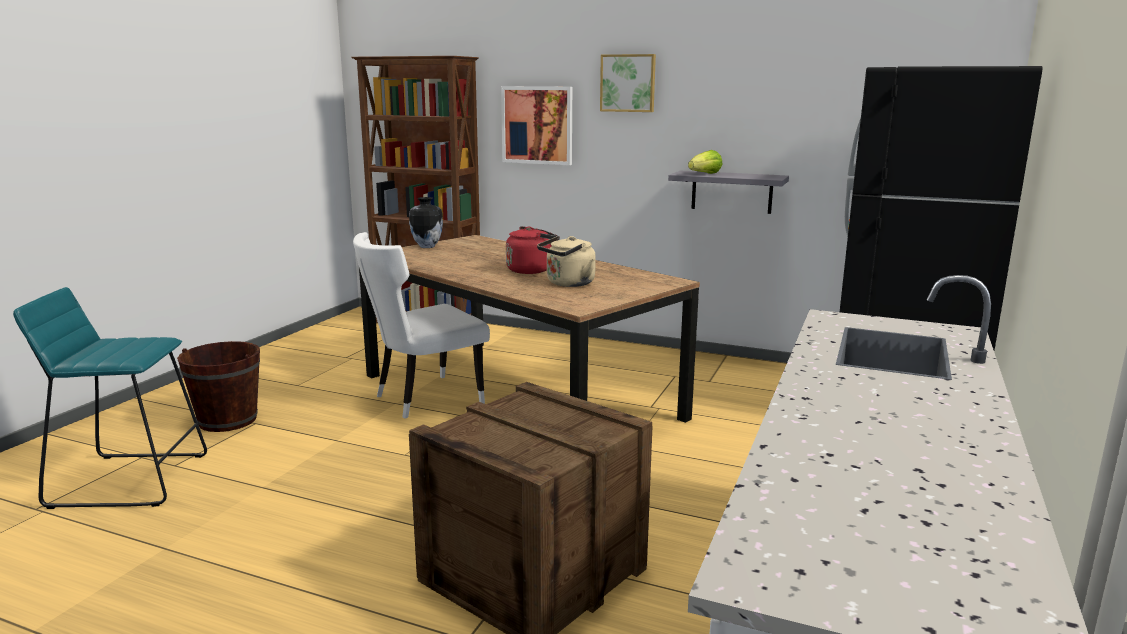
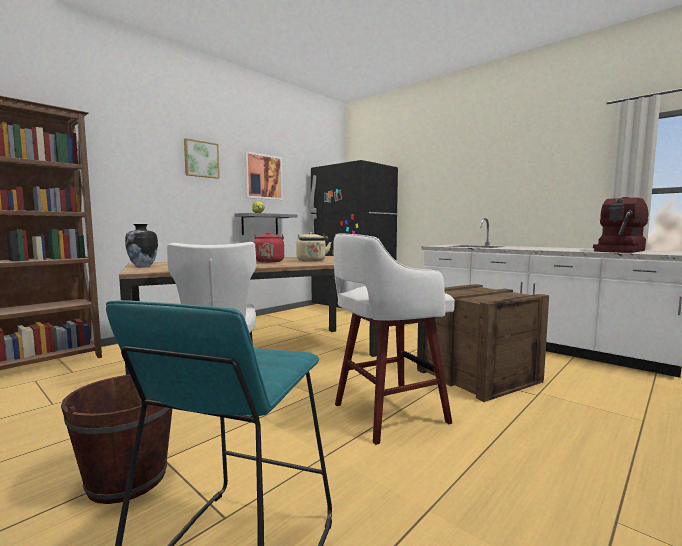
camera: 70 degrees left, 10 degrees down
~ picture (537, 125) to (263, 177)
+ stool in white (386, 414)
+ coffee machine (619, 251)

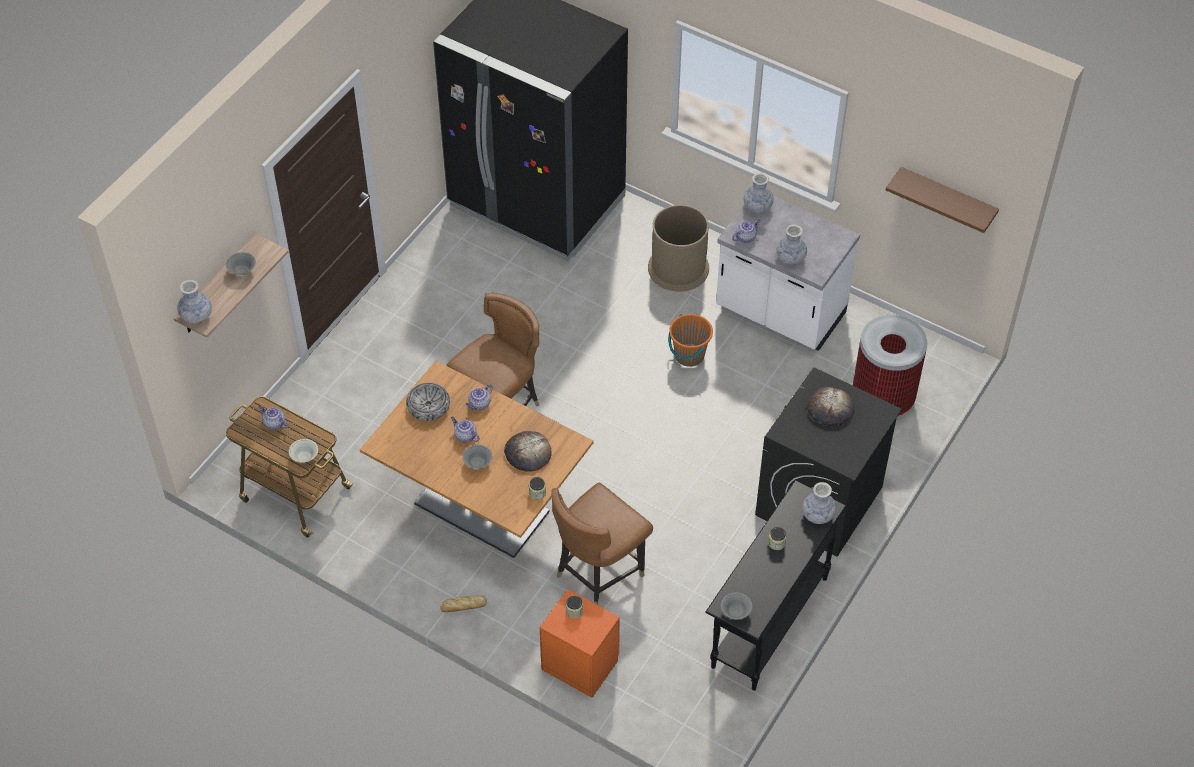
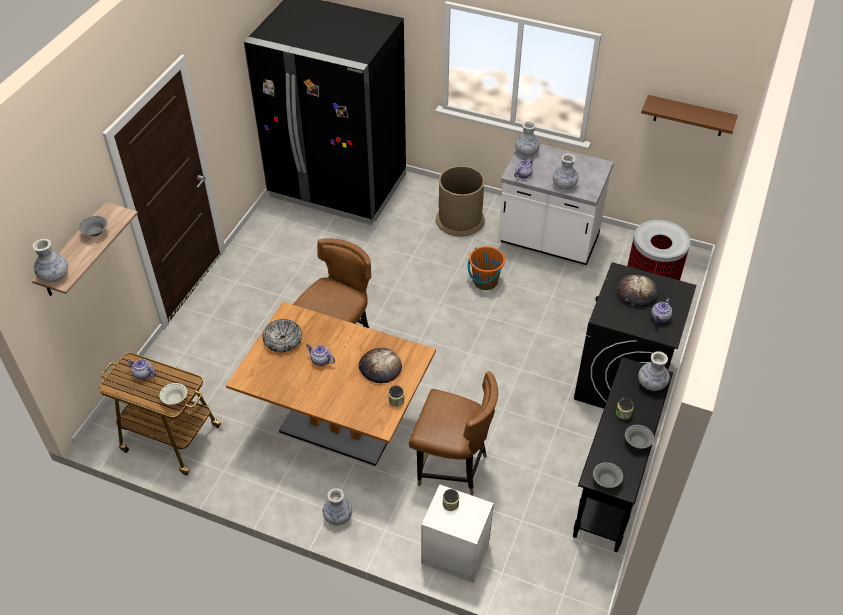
camera: 10 degrees left, 5 degrees down
~ bread (462, 606) to vase (338, 516)
~ chair in brown (598, 572) = (452, 467) 105 degrees counterclockwise
~ nightstand in orange (579, 663) to nightstand in white (454, 552)
~ bowl in grey (477, 463) to (637, 442)
~ teapot (479, 404) to (660, 318)

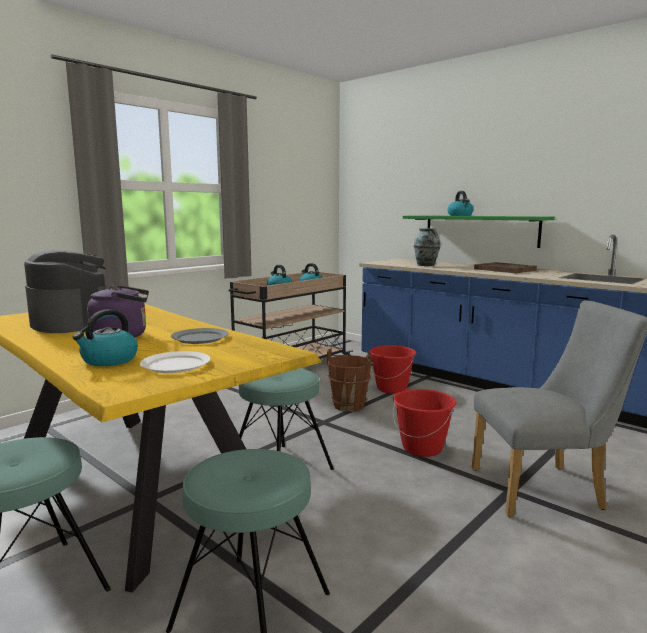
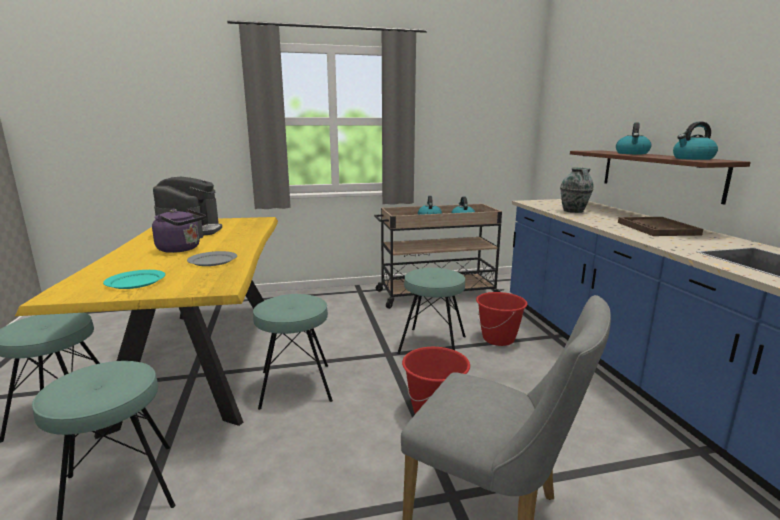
camera: 35 degrees right, 5 degrees up
~ plate in white (175, 365) to plate in turquoise (135, 282)
~ bucket in brown (349, 405) to stool in turquoise (432, 345)
~ shelf in green (480, 230) to shelf in brown (658, 173)
~ kettle (109, 360) to (692, 158)

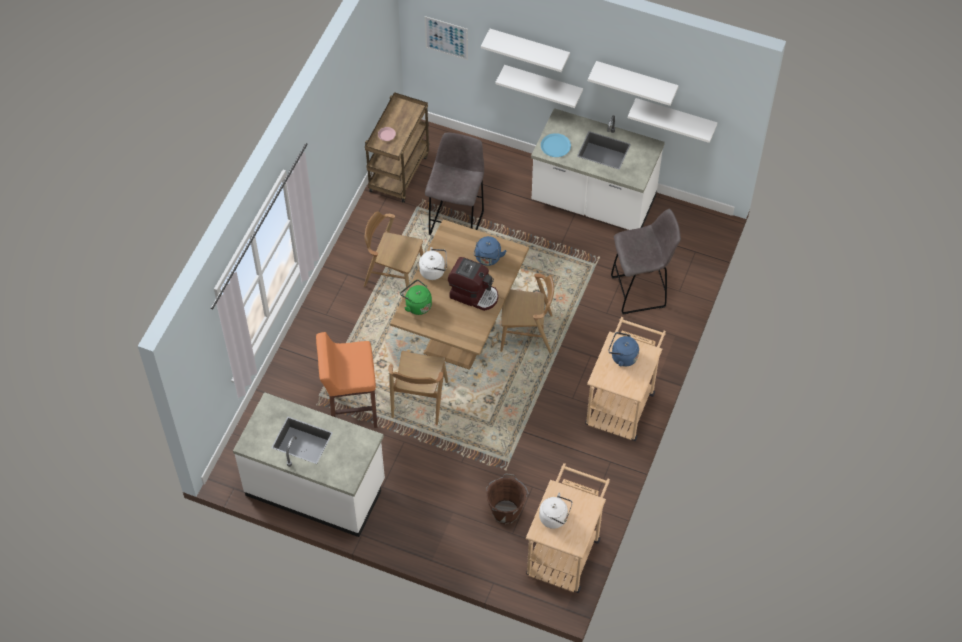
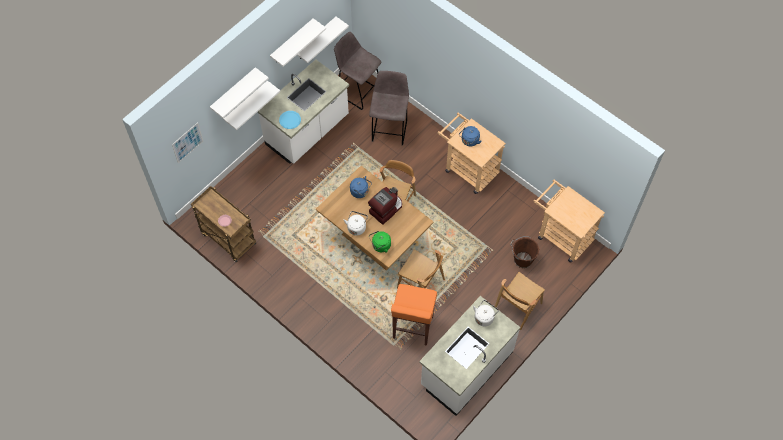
camera: 70 degrees left, 5 degrees up
~ stool in grey (457, 222) to (358, 92)
~ kettle in white (555, 518) to (484, 317)
~ chair in brown (394, 275) to (517, 307)

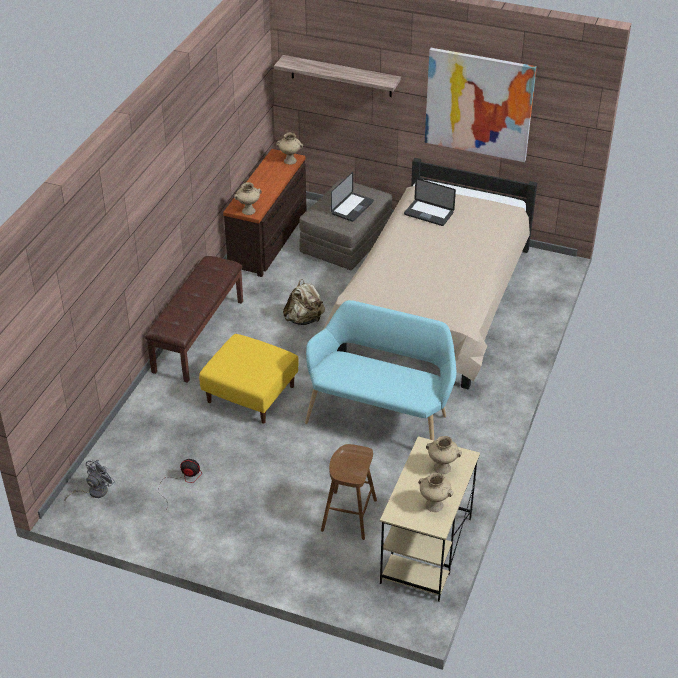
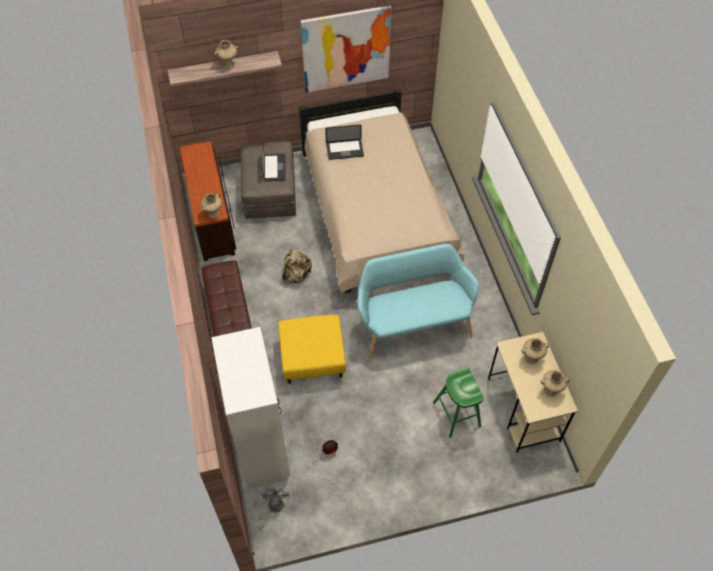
camera: 35 degrees left, 15 degrees up
+ wardrobe in white (262, 448)
~ vase in beige (290, 160) to (228, 64)
~ stool in brown (349, 515) to stool in green (456, 414)

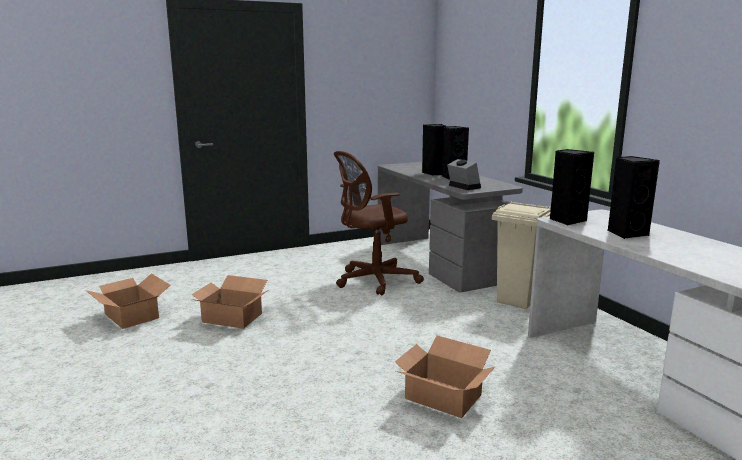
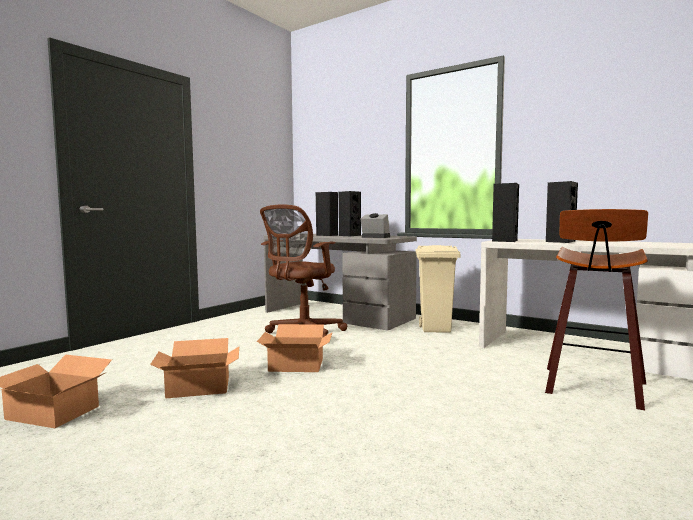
camera: 30 degrees left, 10 degrees down
~ cardboard box (443, 396) to (295, 365)
+ stool (594, 388)

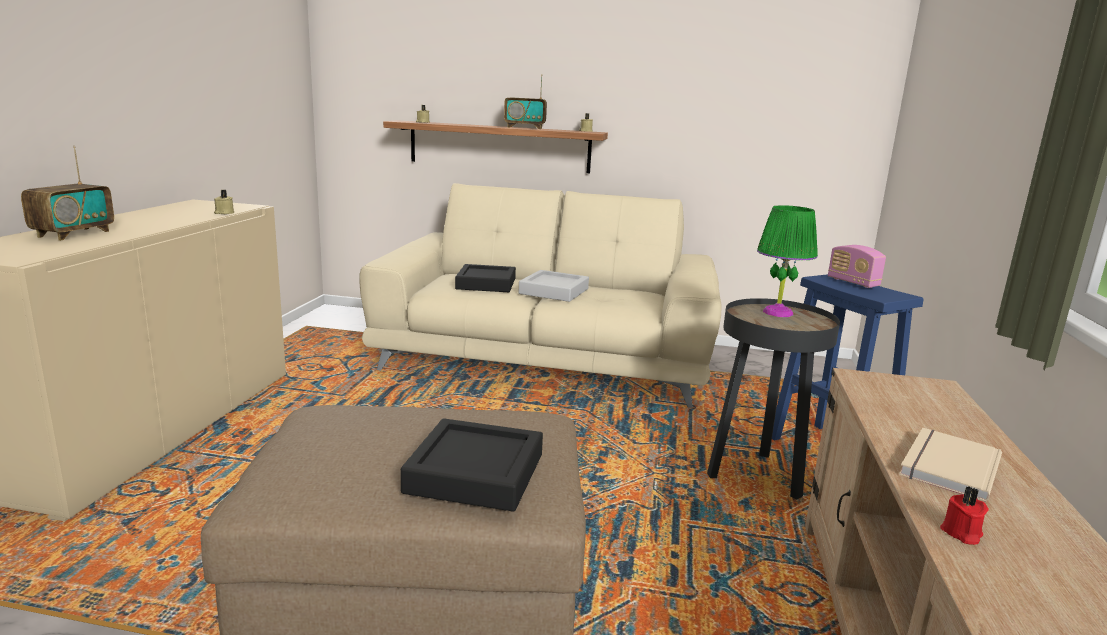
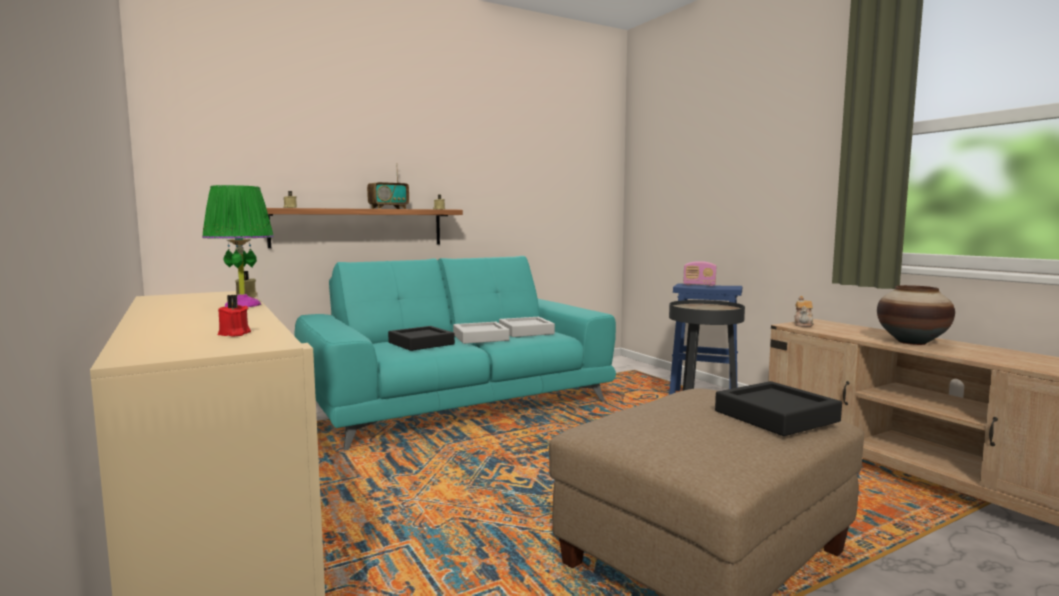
camera: 40 degrees left, 10 degrees down
~ table lamp in green (777, 312) to (242, 305)
~ candle in red (961, 533) to (234, 334)
~ sofa in beige (547, 358) to sofa in turquoise (459, 403)
+ tray in grey (526, 331)
+ teapot (803, 324)
~ book in beige (946, 466) to vase (912, 342)
- radio (73, 234)

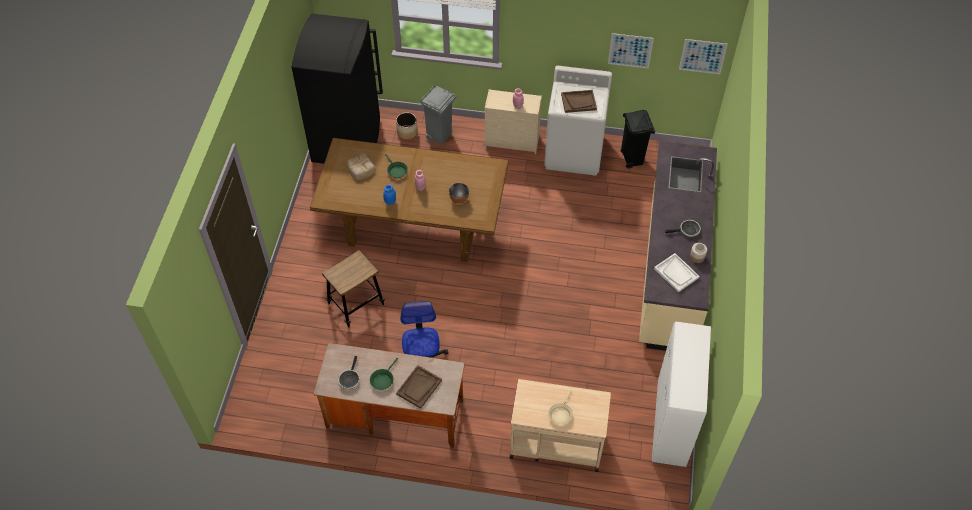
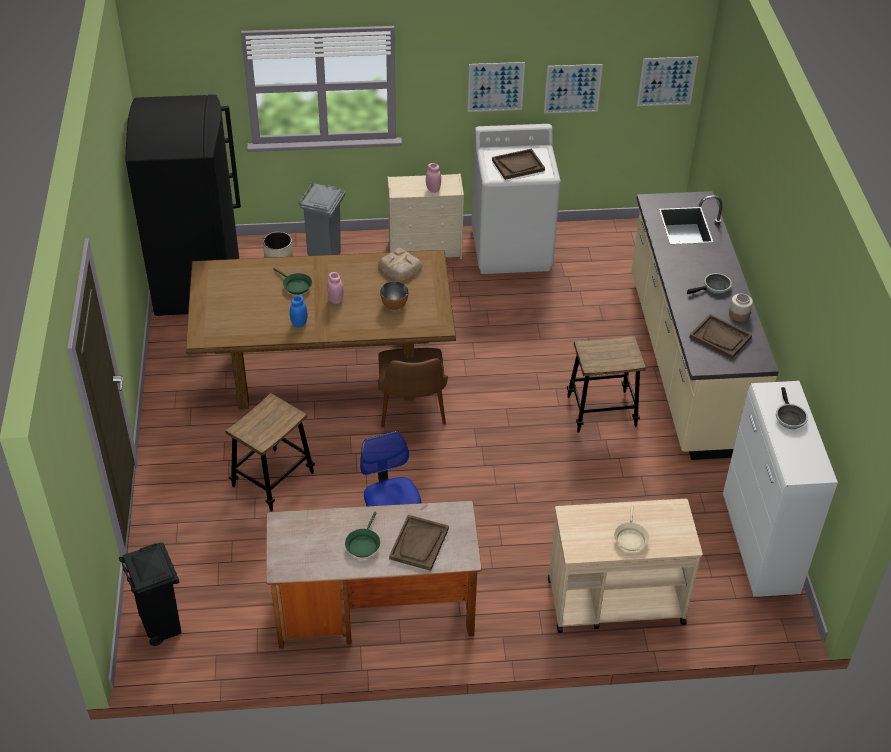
camera: 15 degrees left, 10 degrees down
~ trash can in black (632, 159) to (161, 626)
~ bread (361, 169) to (400, 268)
+ chair in brown (412, 416)
+ picture (495, 87)
+ stool (601, 411)
~ tray in white (676, 273) to tray in brown (720, 338)
~ frying pan (349, 379) to (789, 417)

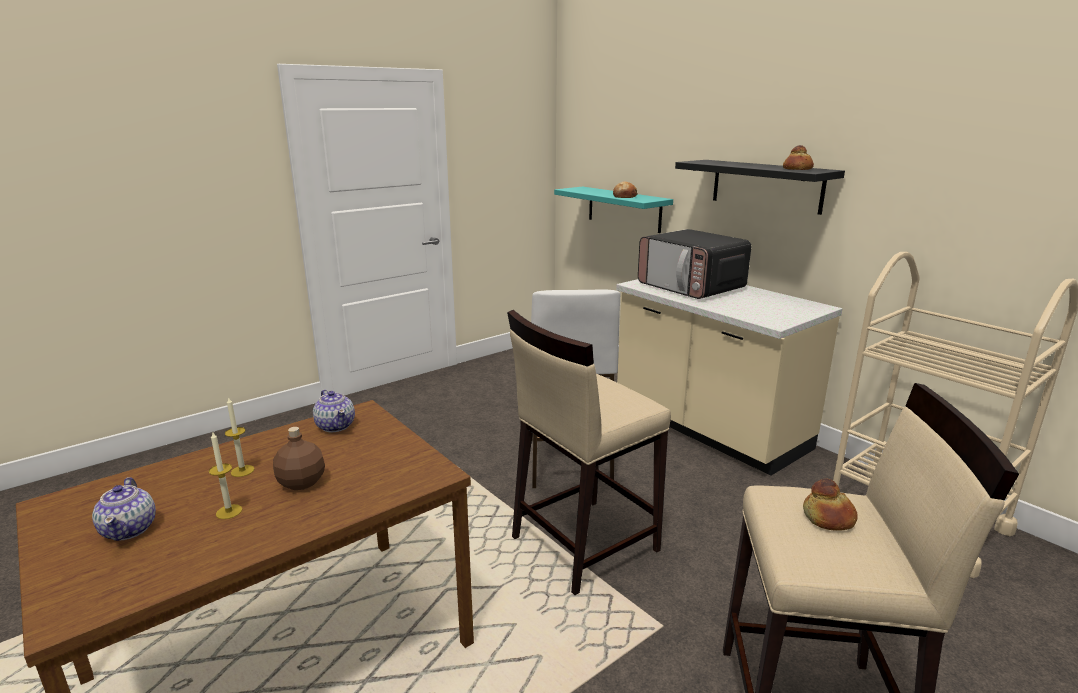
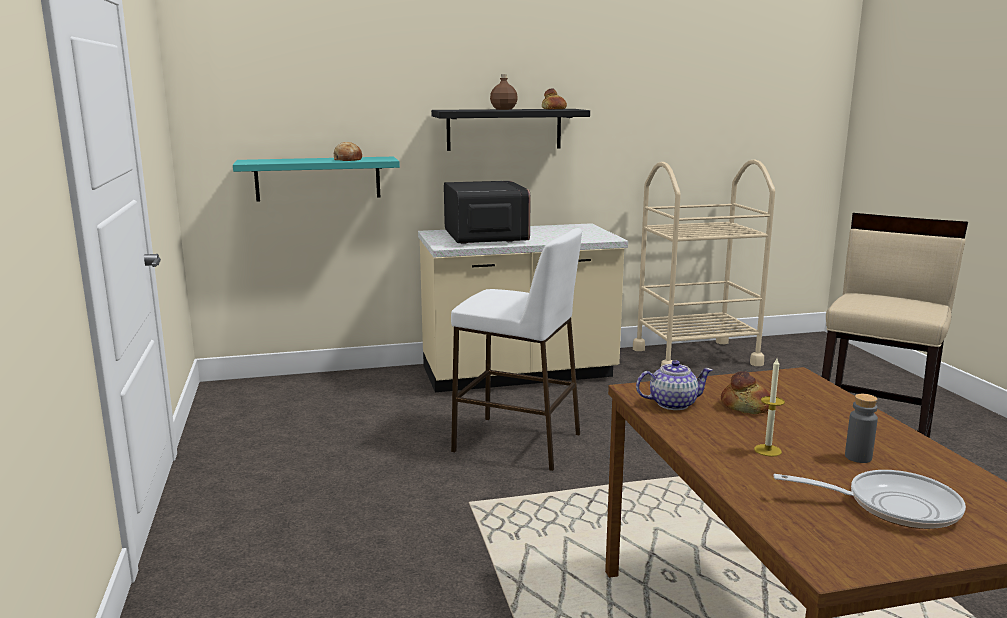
camera: 65 degrees left, 5 degrees down
~ microwave (691, 287) = (485, 237) 90 degrees counterclockwise
~ bottle in brown (301, 482) to (503, 109)
~ bread (829, 517) to (746, 406)
~ teapot (130, 529) to frying pan (892, 506)
~ candle (229, 512) to bottle in grey (858, 457)
- stool in beige (582, 544)

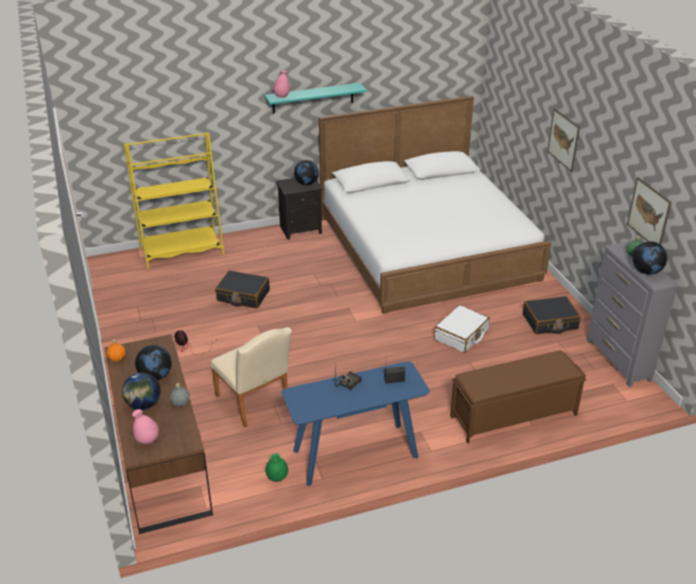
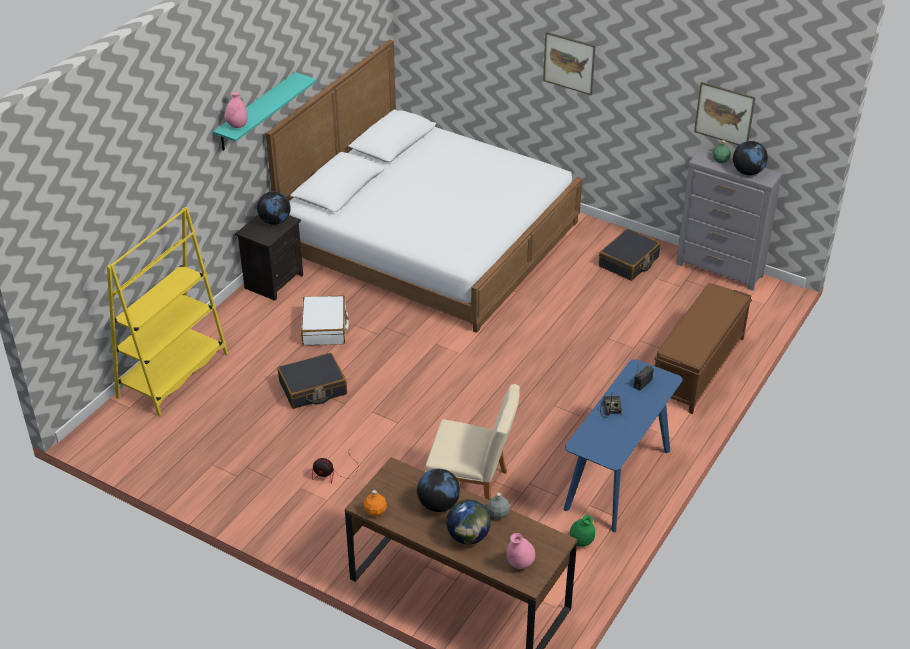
camera: 40 degrees left, 5 degrees up
~ suitcase in white (461, 335) to (325, 328)

